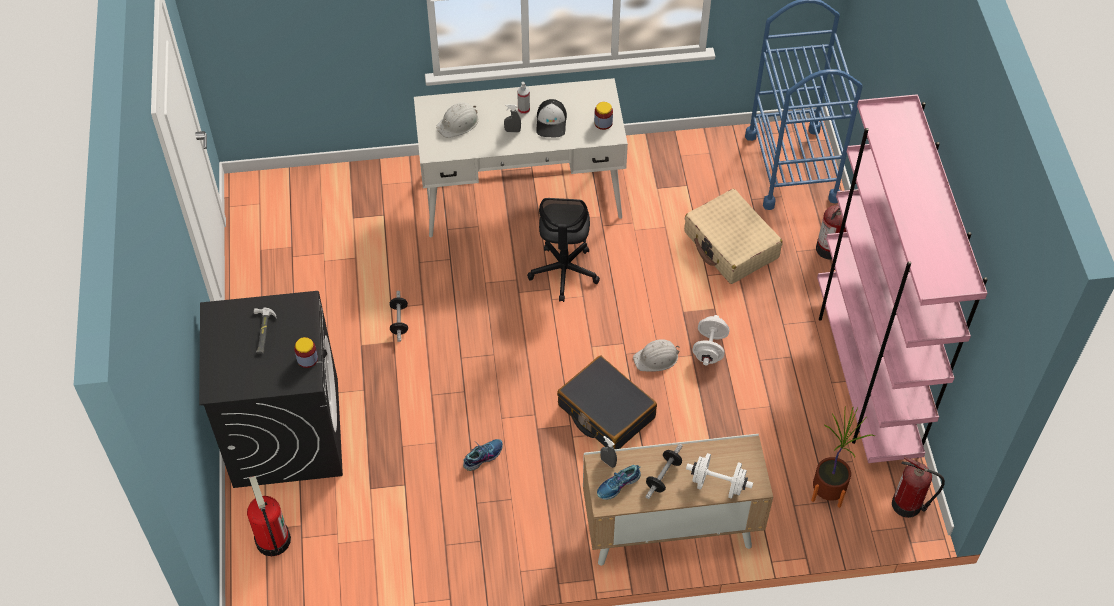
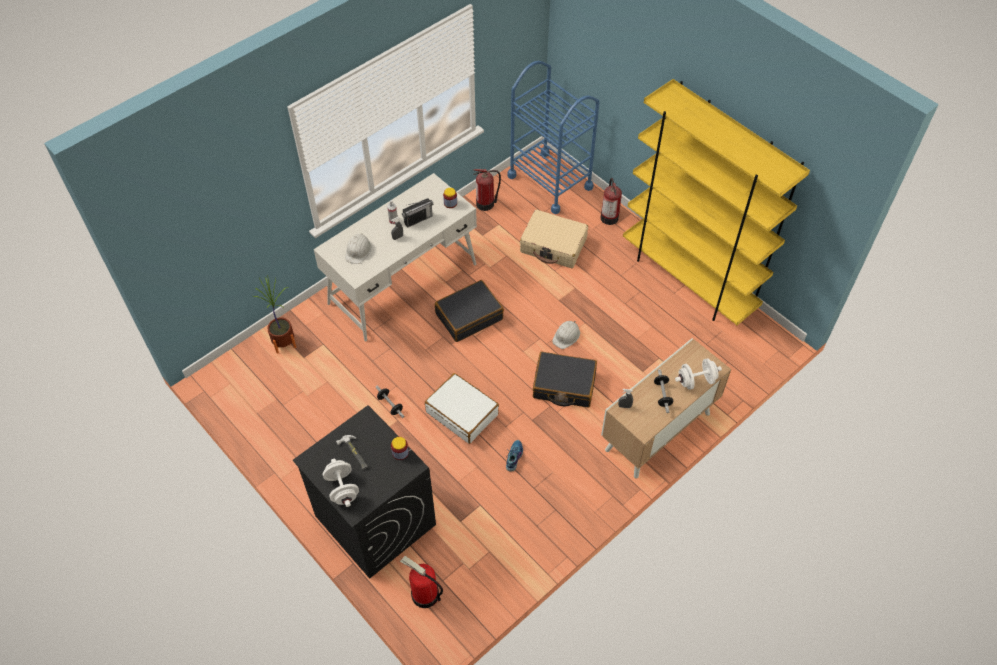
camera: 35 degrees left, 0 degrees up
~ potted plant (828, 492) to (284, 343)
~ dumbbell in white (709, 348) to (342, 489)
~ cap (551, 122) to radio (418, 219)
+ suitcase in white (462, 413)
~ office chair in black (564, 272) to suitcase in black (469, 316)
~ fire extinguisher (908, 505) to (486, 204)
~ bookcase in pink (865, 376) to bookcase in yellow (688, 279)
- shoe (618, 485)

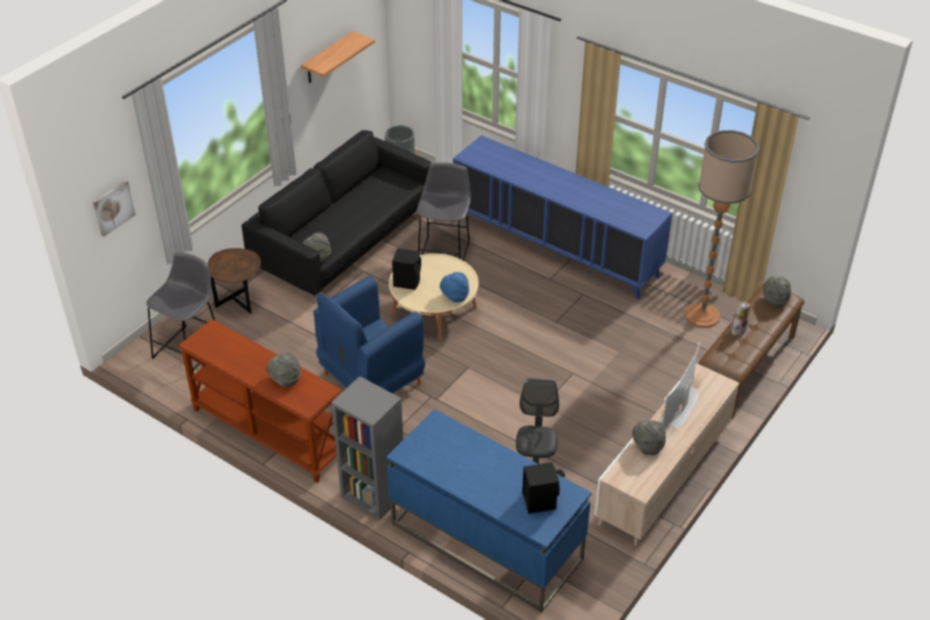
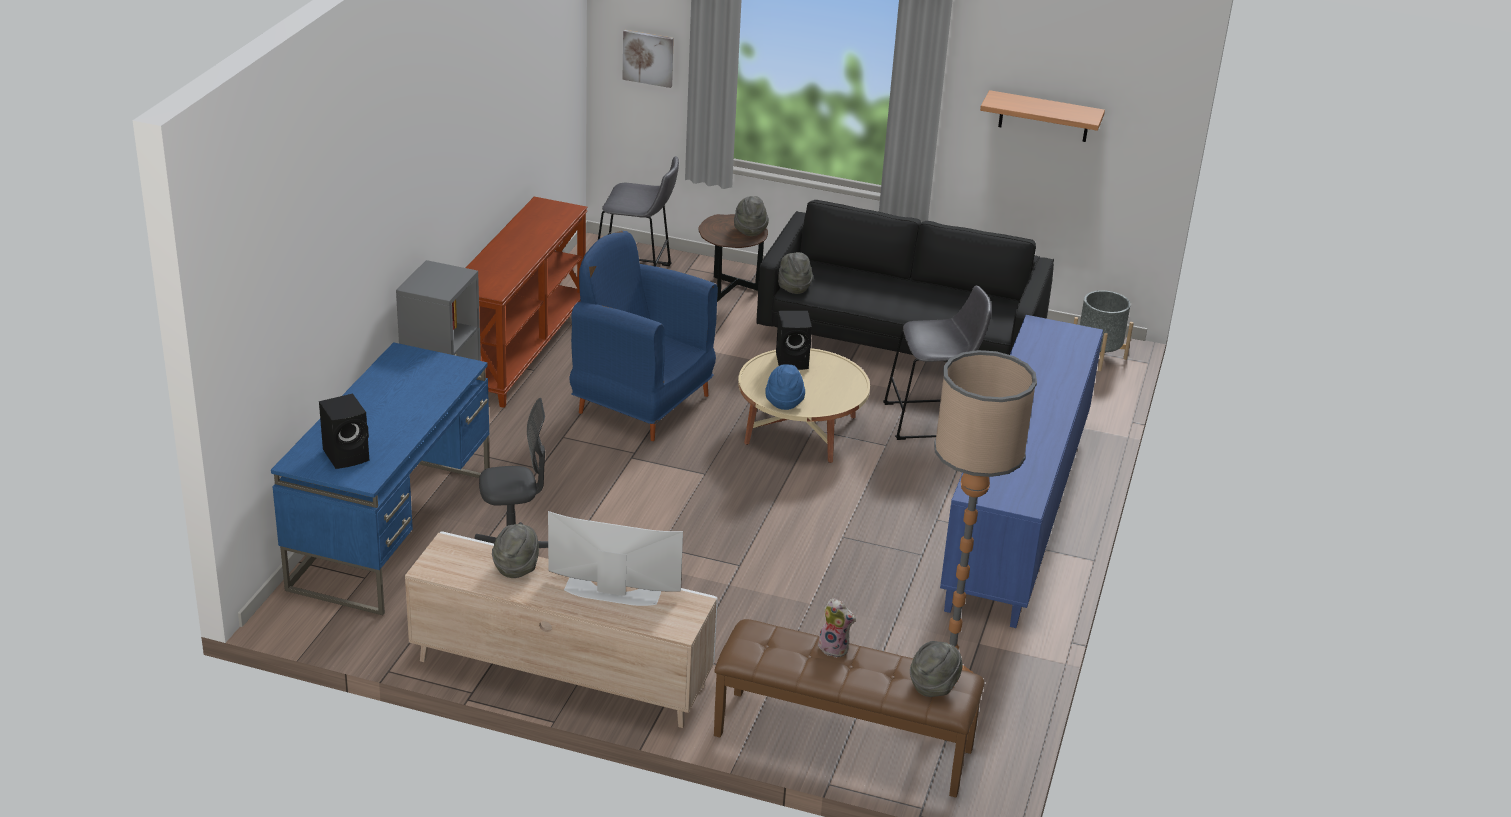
camera: 70 degrees right, 10 degrees down
~ hat in grey (285, 379) to (750, 229)

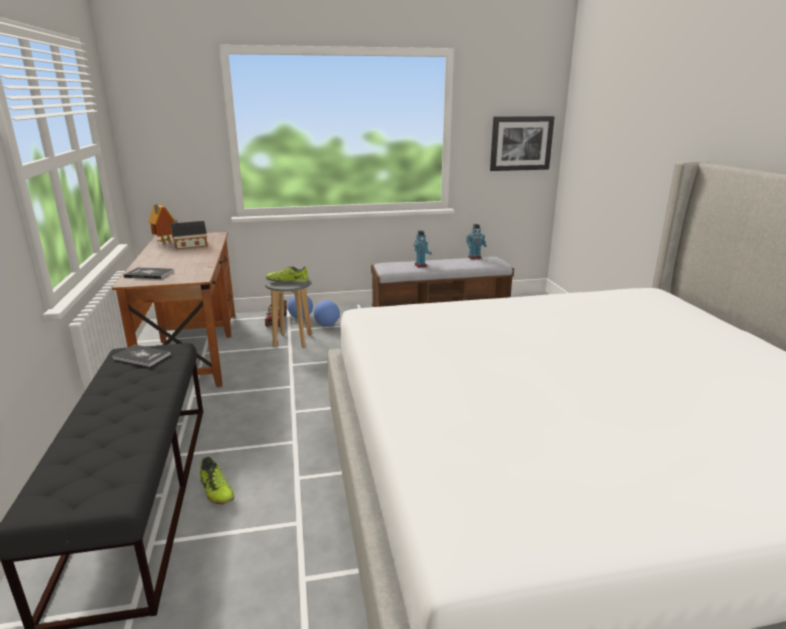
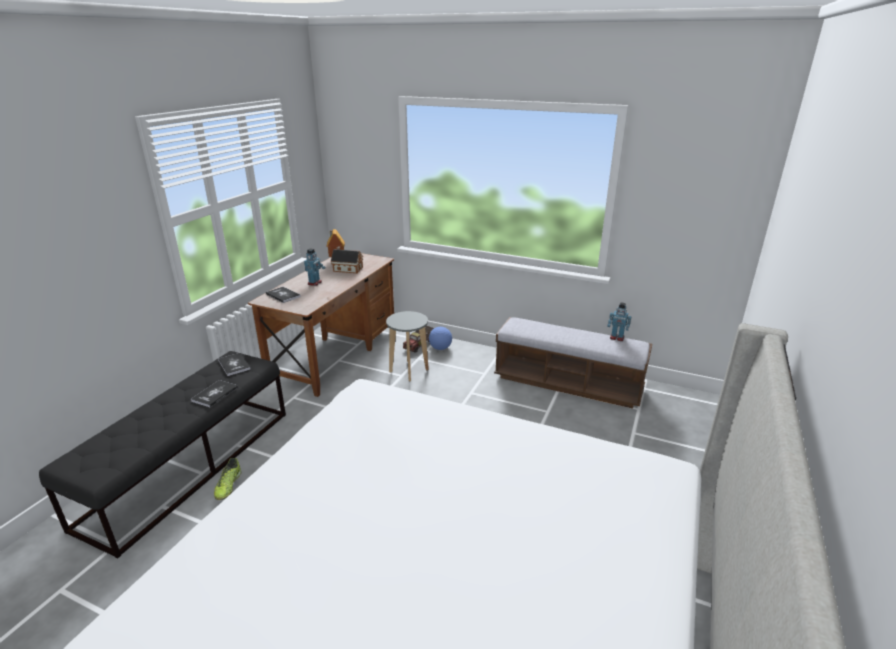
camera: 35 degrees right, 5 degrees up
+ book (215, 394)
~ toy robot (421, 265) to (315, 283)
- shoe (287, 281)
- football (327, 325)
- picture (521, 143)

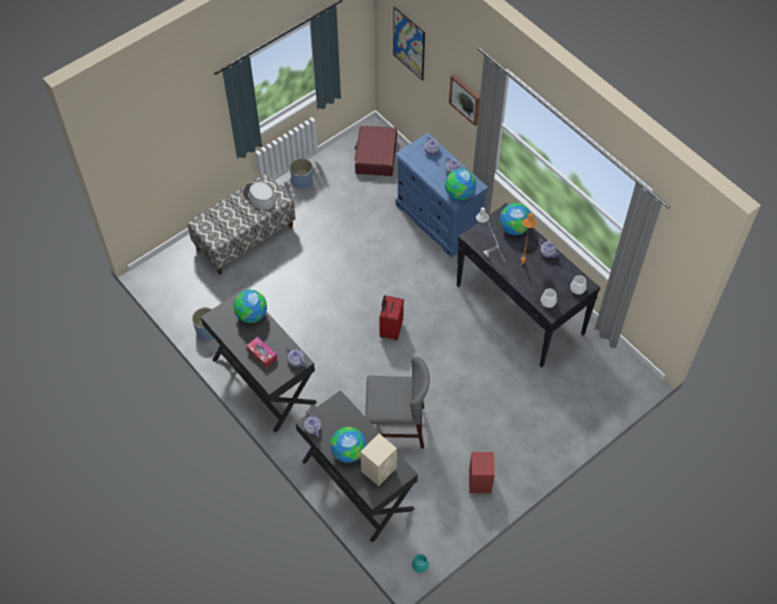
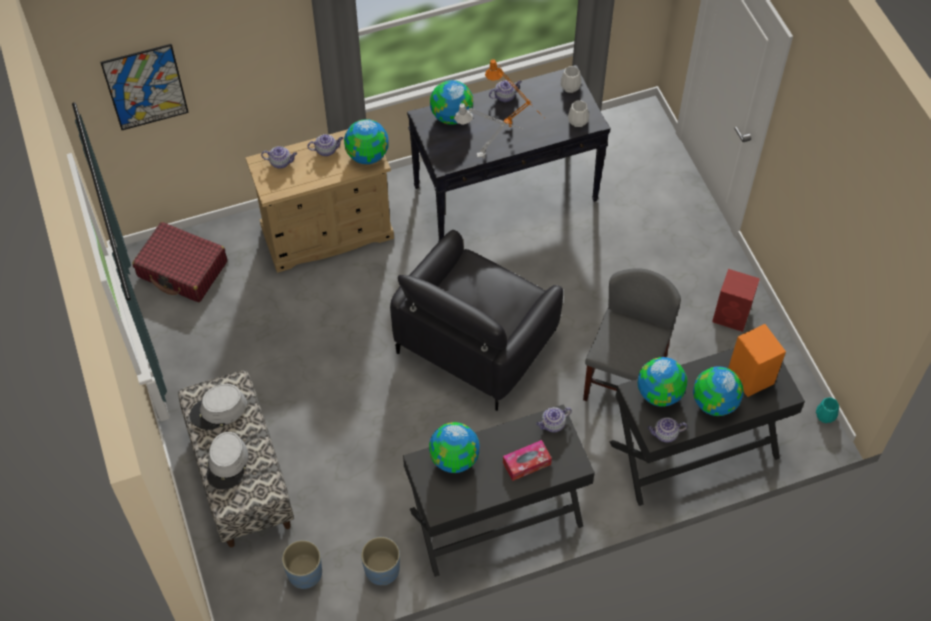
camera: 70 degrees left, 0 degrees up
+ hat in grey (227, 463)
~ dresser in blue (438, 220) to dresser in beige (327, 233)
~ planter in blue (302, 181) to (304, 573)
~ suitcase in red (390, 329) to armchair in black (476, 341)
+ globe (660, 393)
~ speaker in beige (379, 469) to speaker in orange (750, 375)
- picture (465, 99)

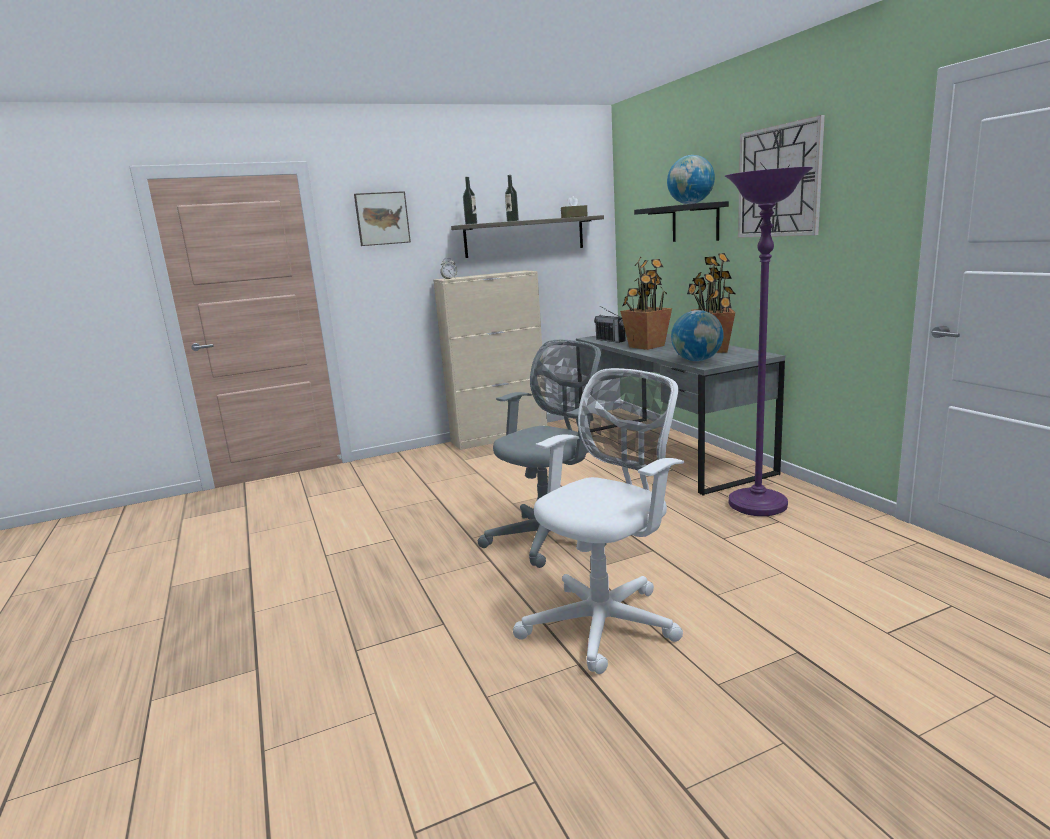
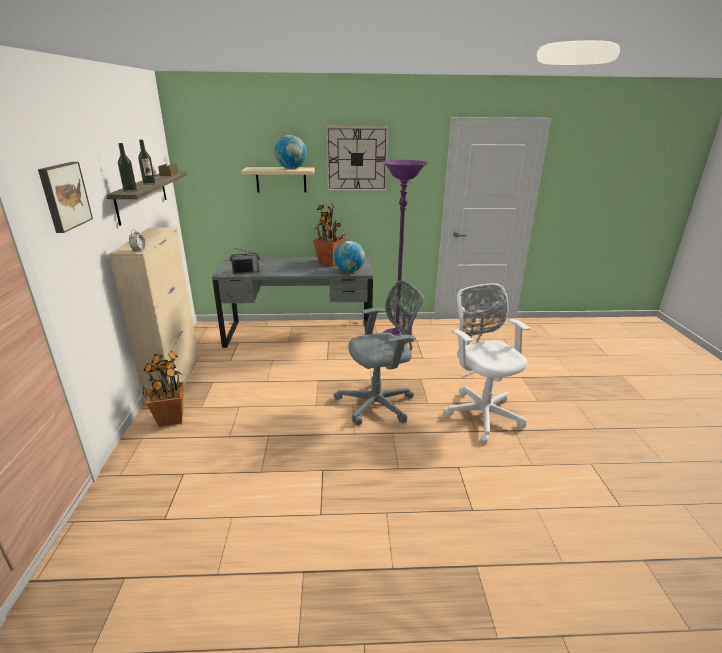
camera: 70 degrees left, 10 degrees up
~ potted plant (647, 346) to (171, 418)
~ shelf in black (695, 223) to shelf in beige (281, 179)
~ office chair in grey (550, 537) = (379, 404) 90 degrees clockwise

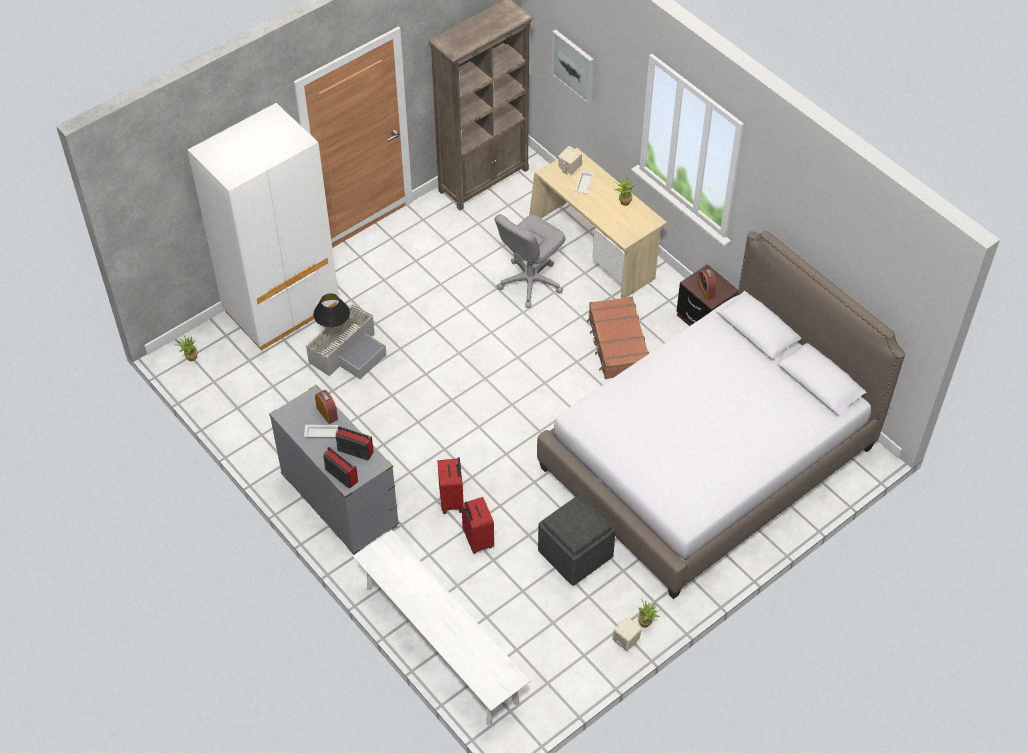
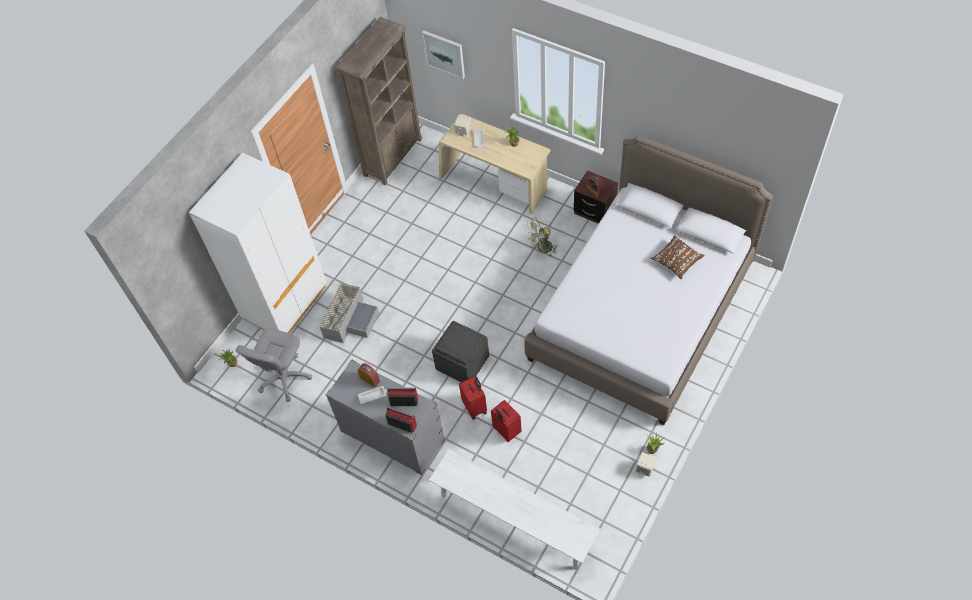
camera: 15 degrees left, 5 degrees up
~ office chair in grey (530, 282) to (284, 377)
~ ottoman in grey (576, 553) to (463, 362)
~ suitcase in brown (617, 344) to fan in green (542, 249)
+ pillow in brown (676, 261)
- table lamp in black (335, 337)

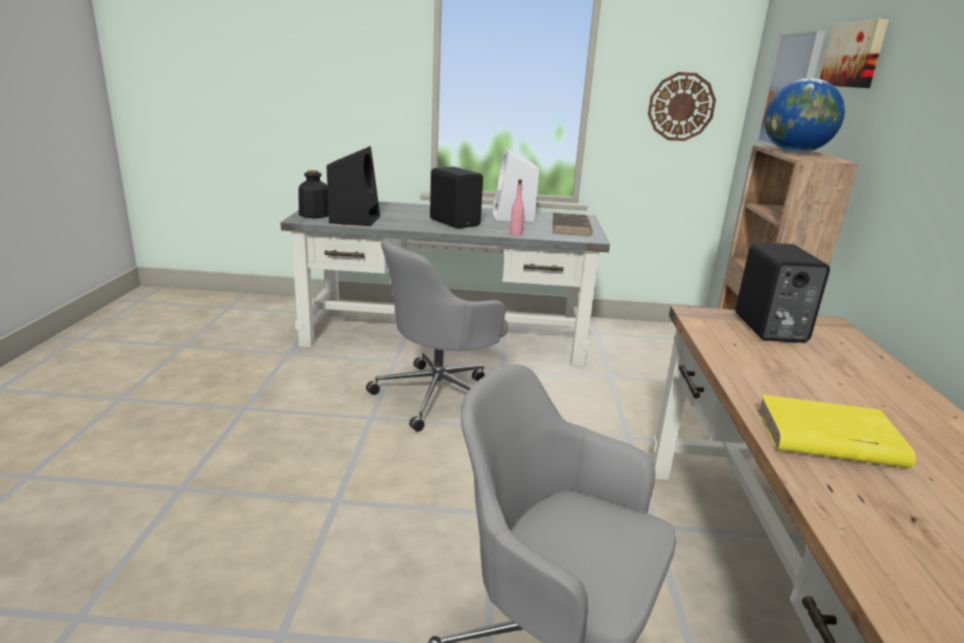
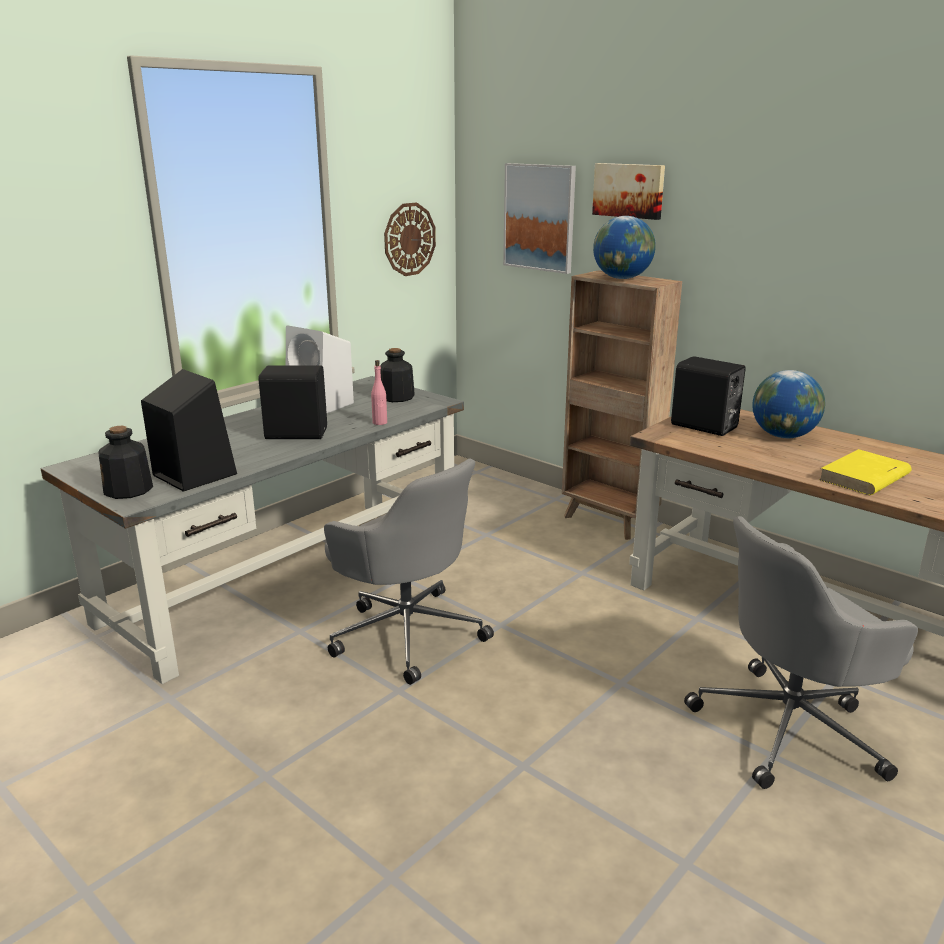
camera: 50 degrees left, 0 degrees up
~ office chair in grey (439, 395) = (407, 632) 45 degrees counterclockwise
~ book in brown (571, 228) to bottle (396, 397)
+ globe (783, 436)

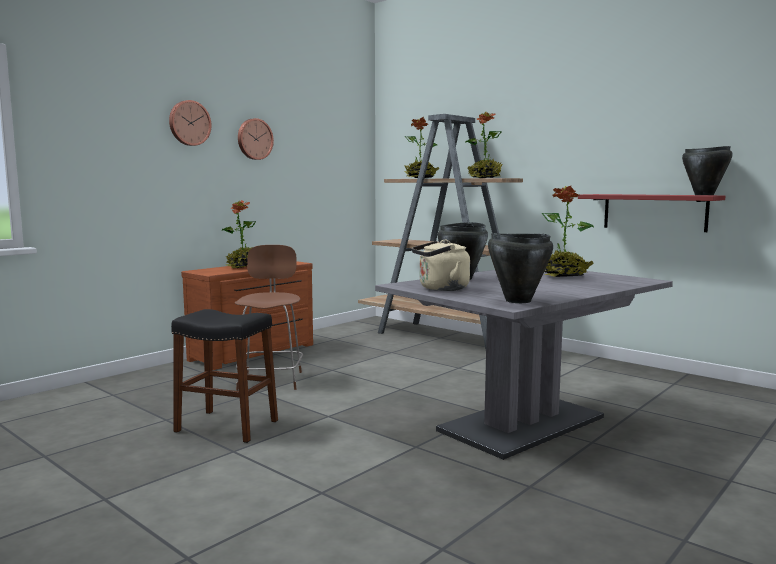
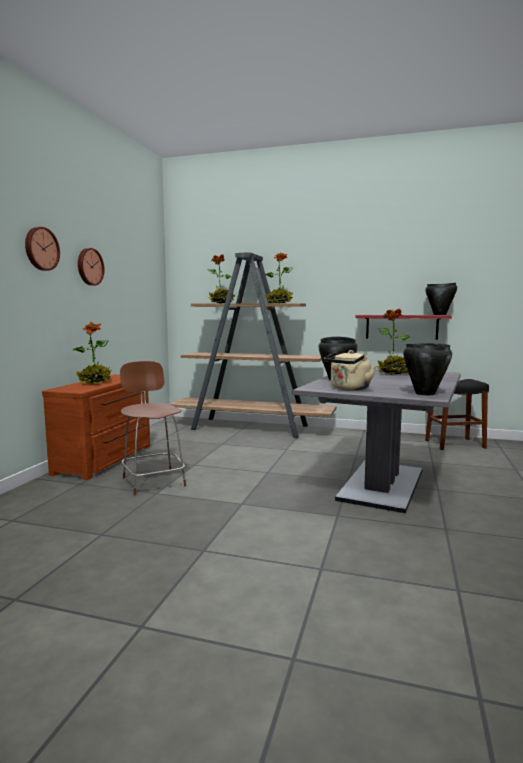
camera: 25 degrees left, 0 degrees up
~ stool in black (227, 426) to (455, 444)

